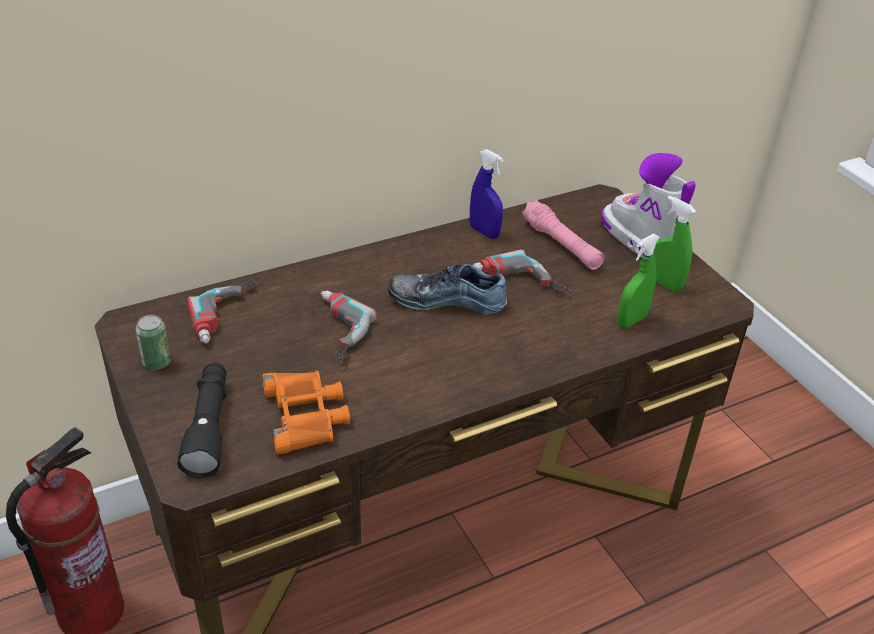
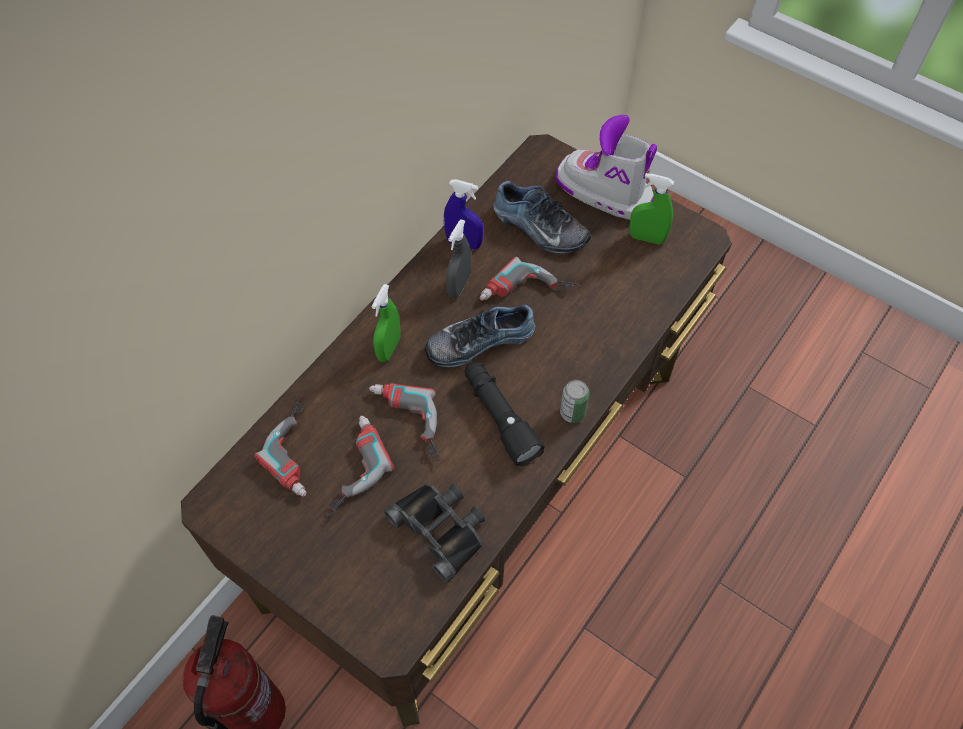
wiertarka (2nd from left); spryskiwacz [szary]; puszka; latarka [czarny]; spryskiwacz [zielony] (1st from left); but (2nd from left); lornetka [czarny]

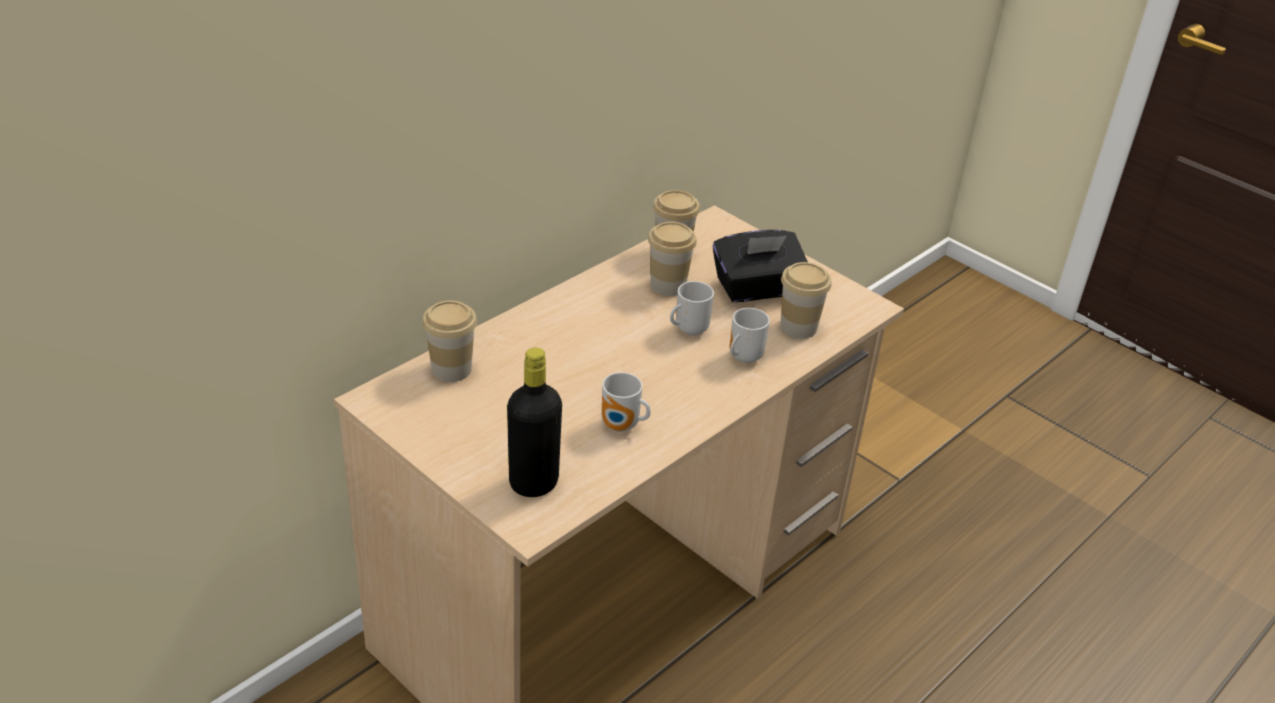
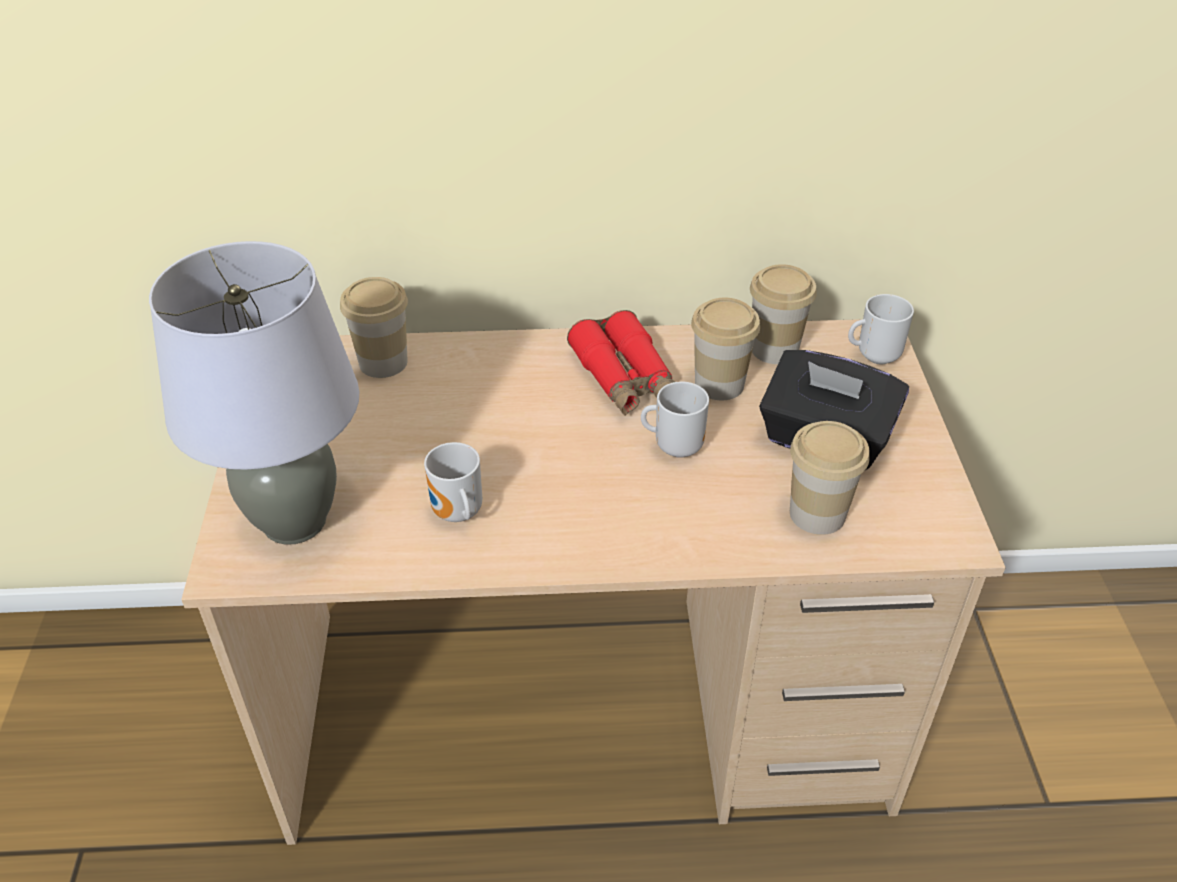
lornetka [czerwony]; kubek (3rd from left); lampa stołowa [szary]

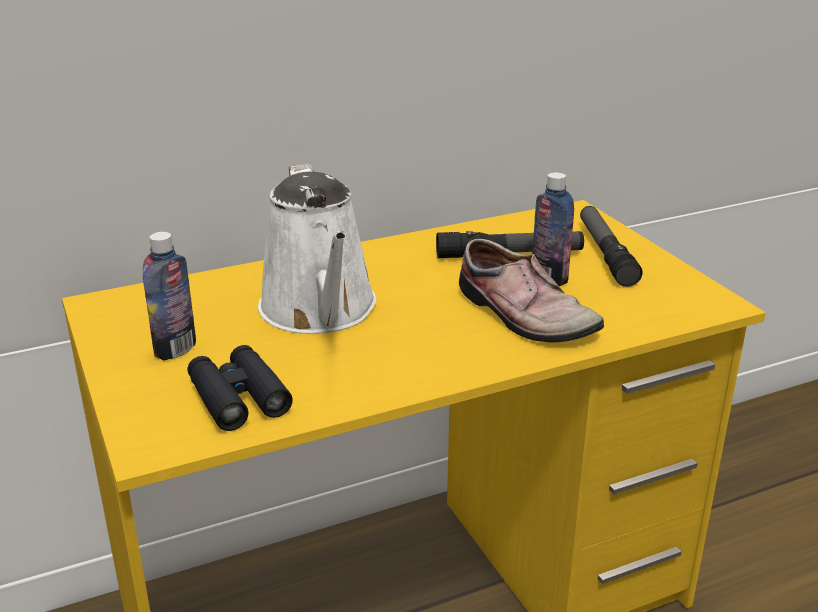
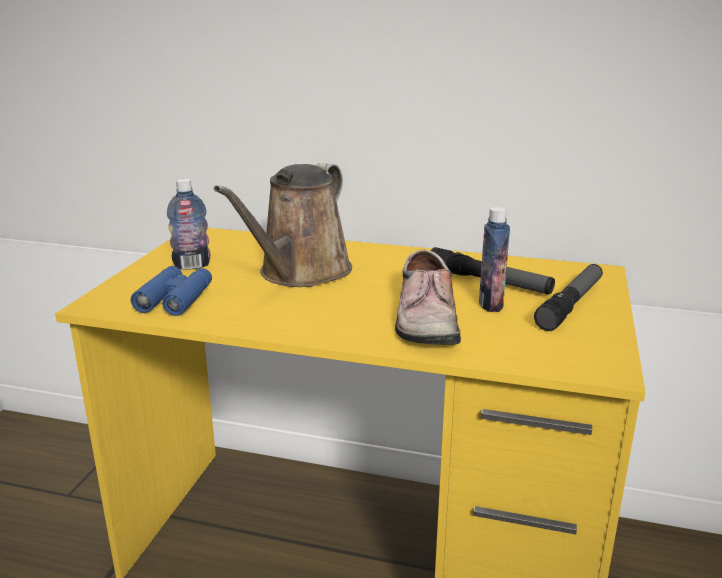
lornetka [niebieski]; konewka [brązowy]

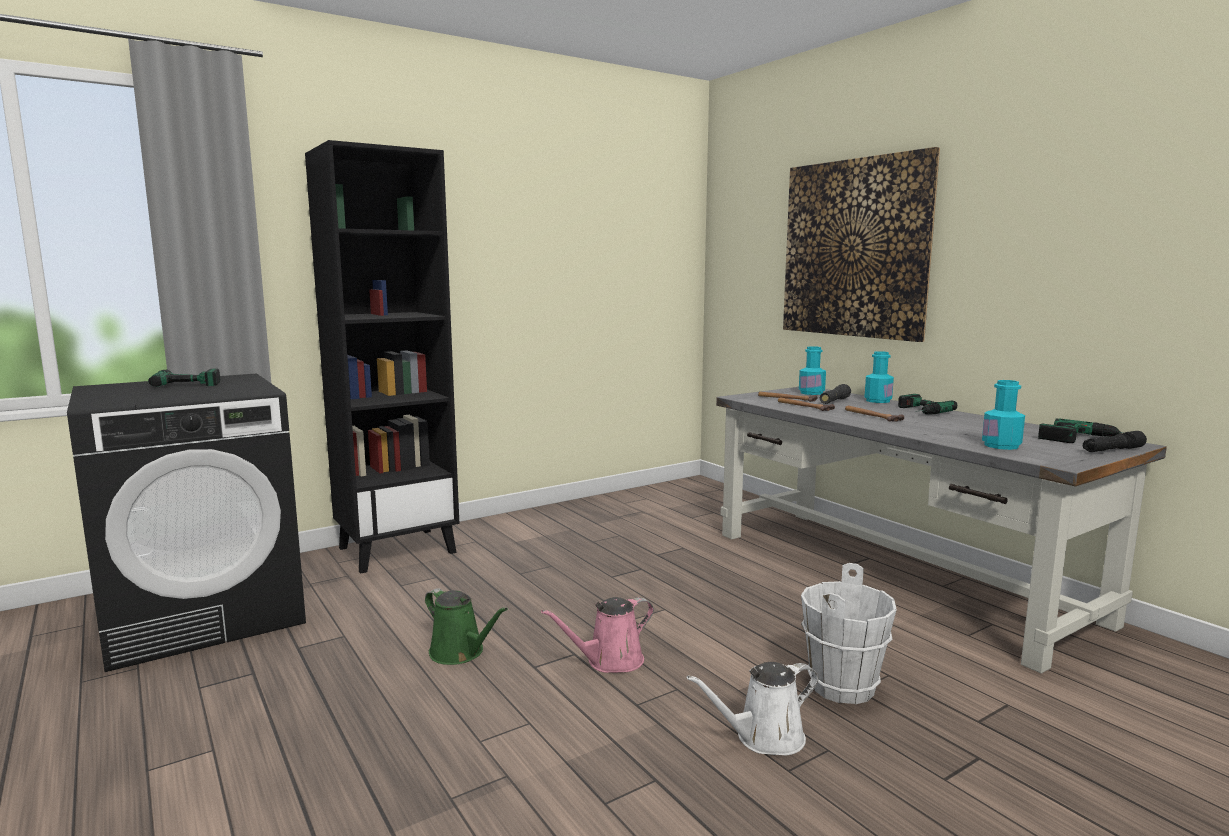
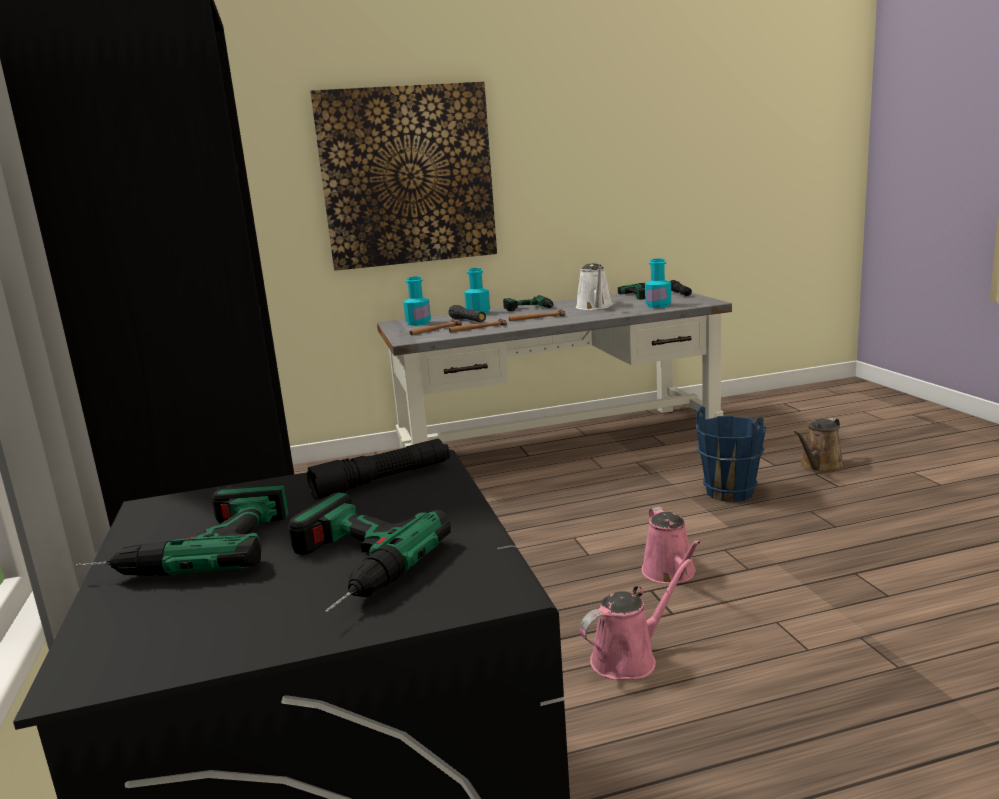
wiertarka (2nd from left); latarka [czarny] (1st from left); konewka [brązowy]; konewka [biały]; konewka [różowy] (1st from left); wiadro [niebieski]

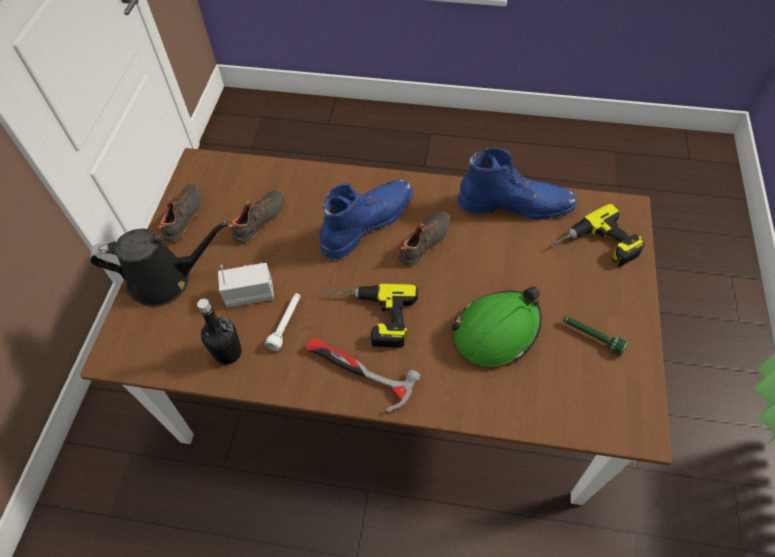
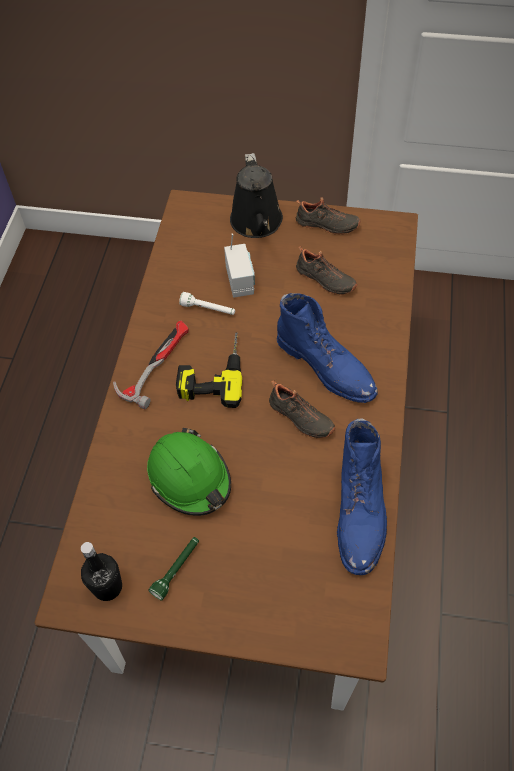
wiertarka (2nd from left in the first image); butelka [czarny]

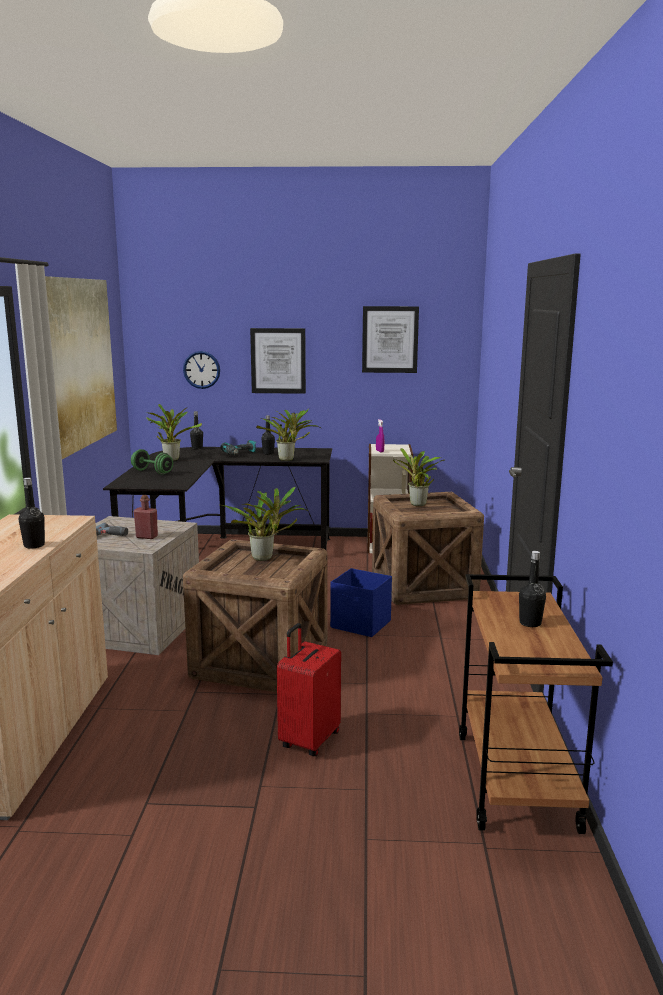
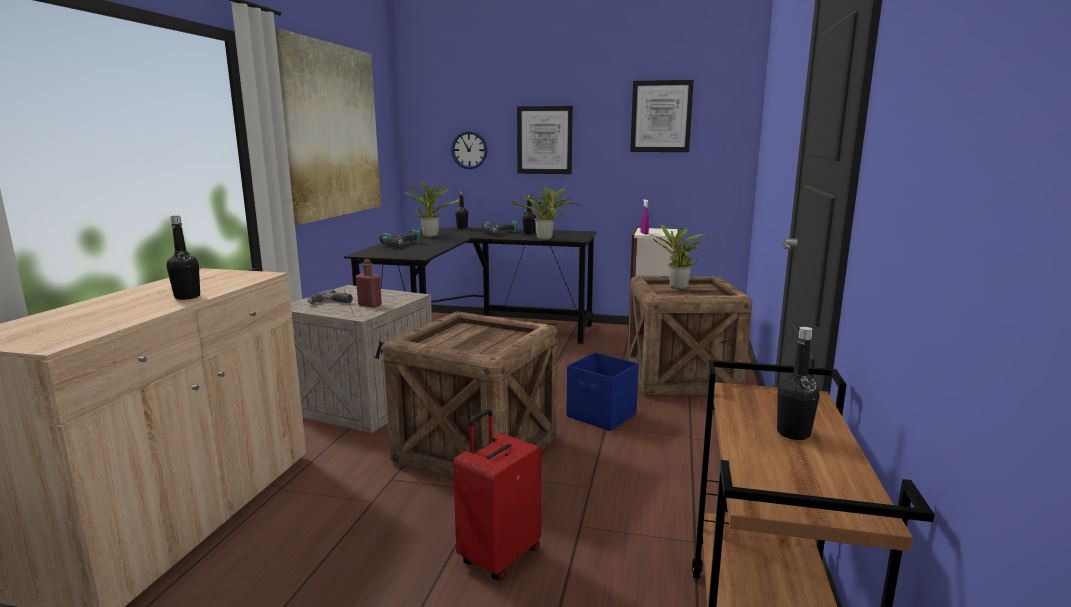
roślina doniczkowa (2nd from left in the first image); wiertarka (2nd from left)

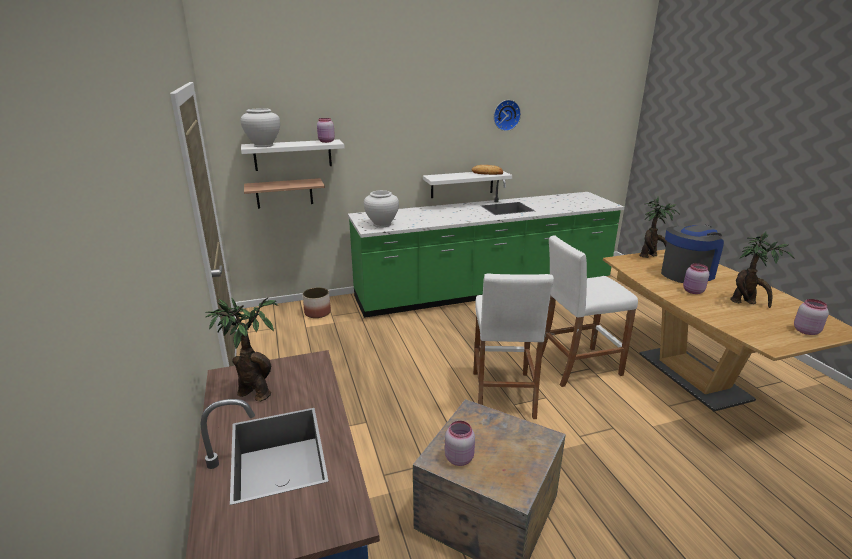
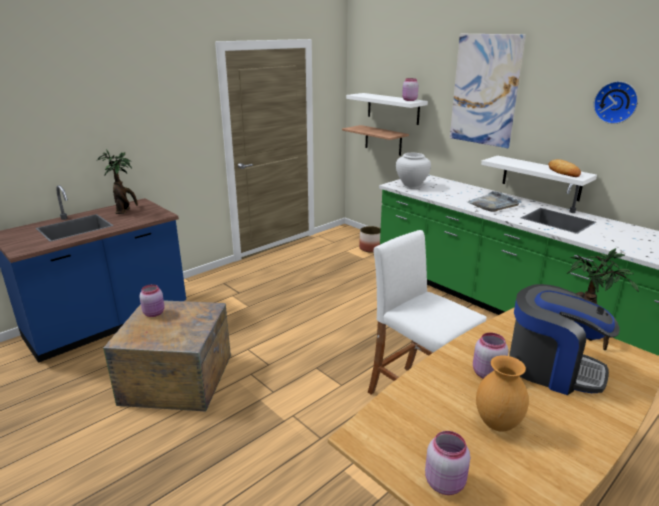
wazon [biały] (1st from left in the first image); stołek [biały] (1st from left in the first image); obraz; taca [szary]; wazon [brązowy]

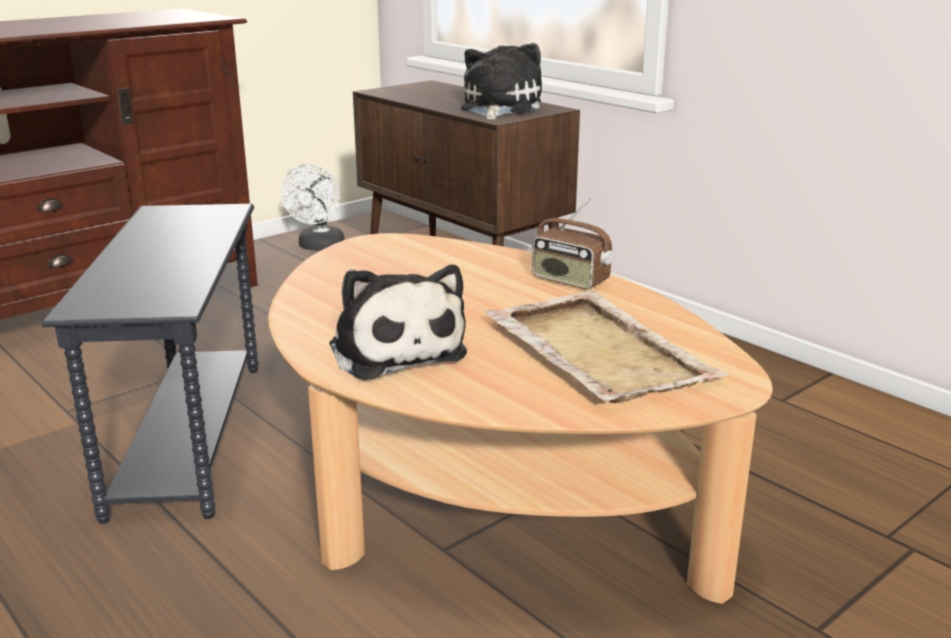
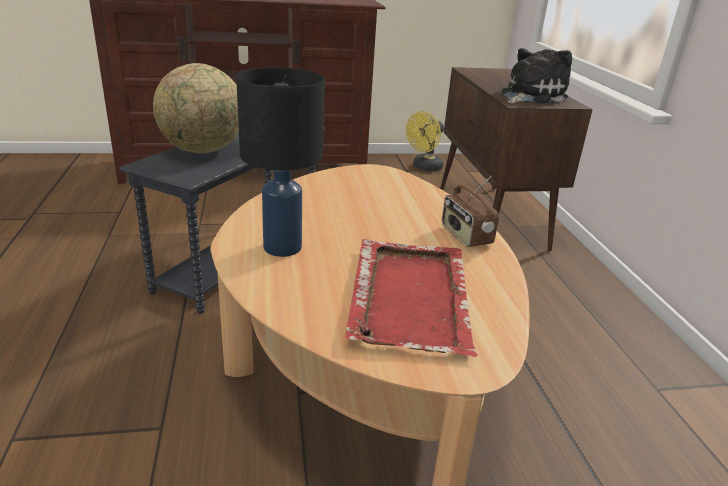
globus; lampa stołowa [czarny]; wentylator [żółty]; taca [czerwony]

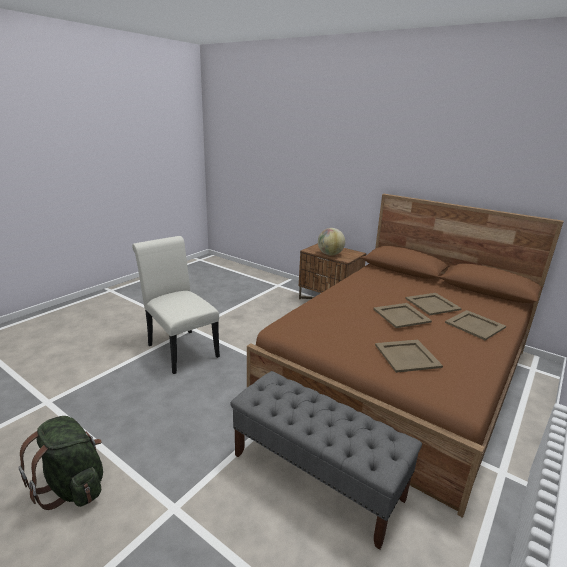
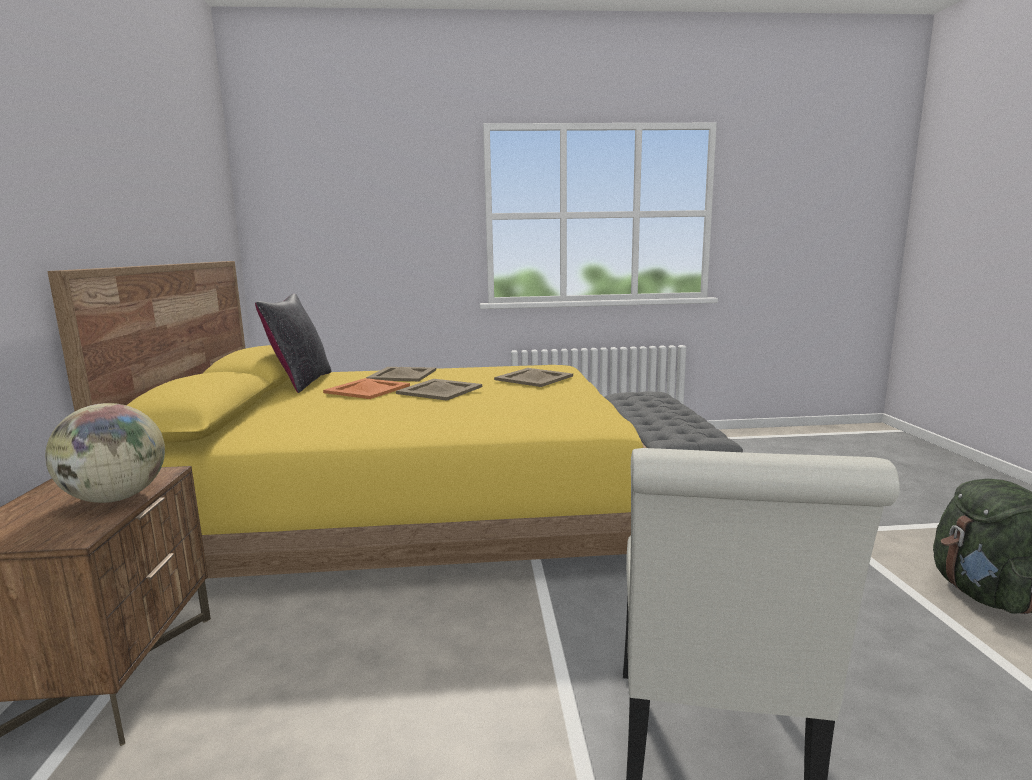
poduszka [czarny]; łóżko [żółty]; taca [pomarańczowy]

